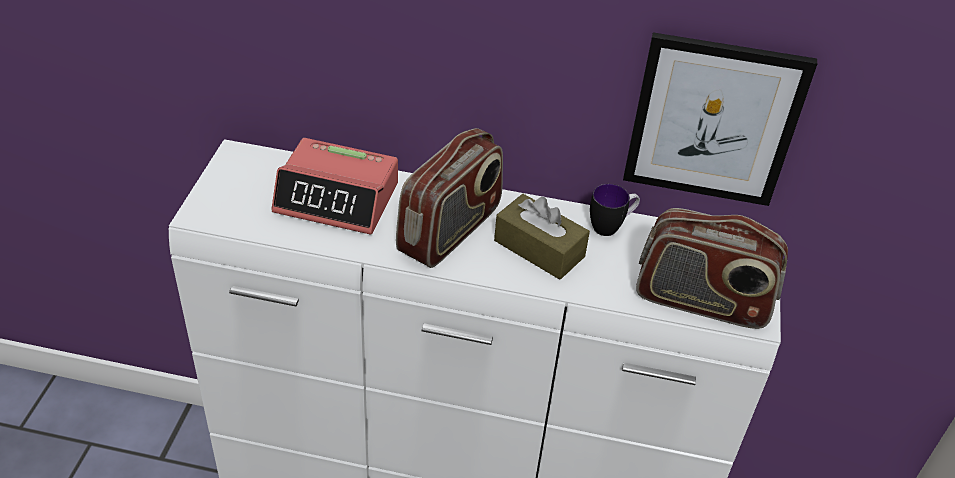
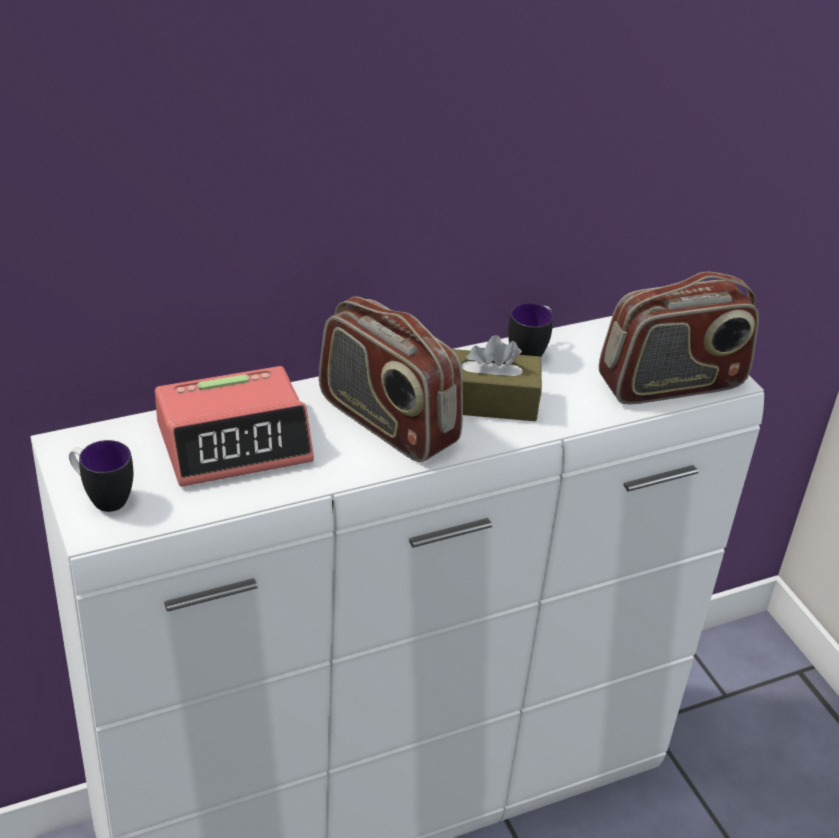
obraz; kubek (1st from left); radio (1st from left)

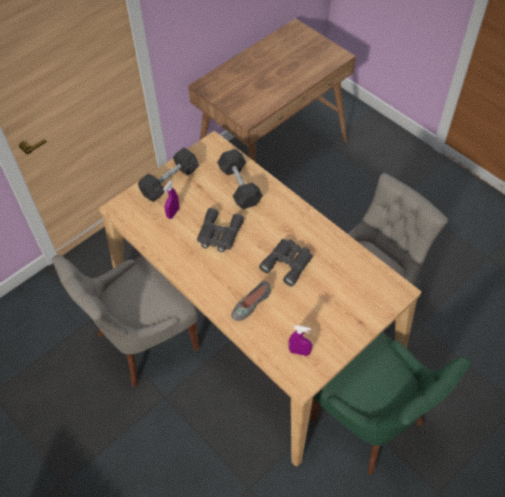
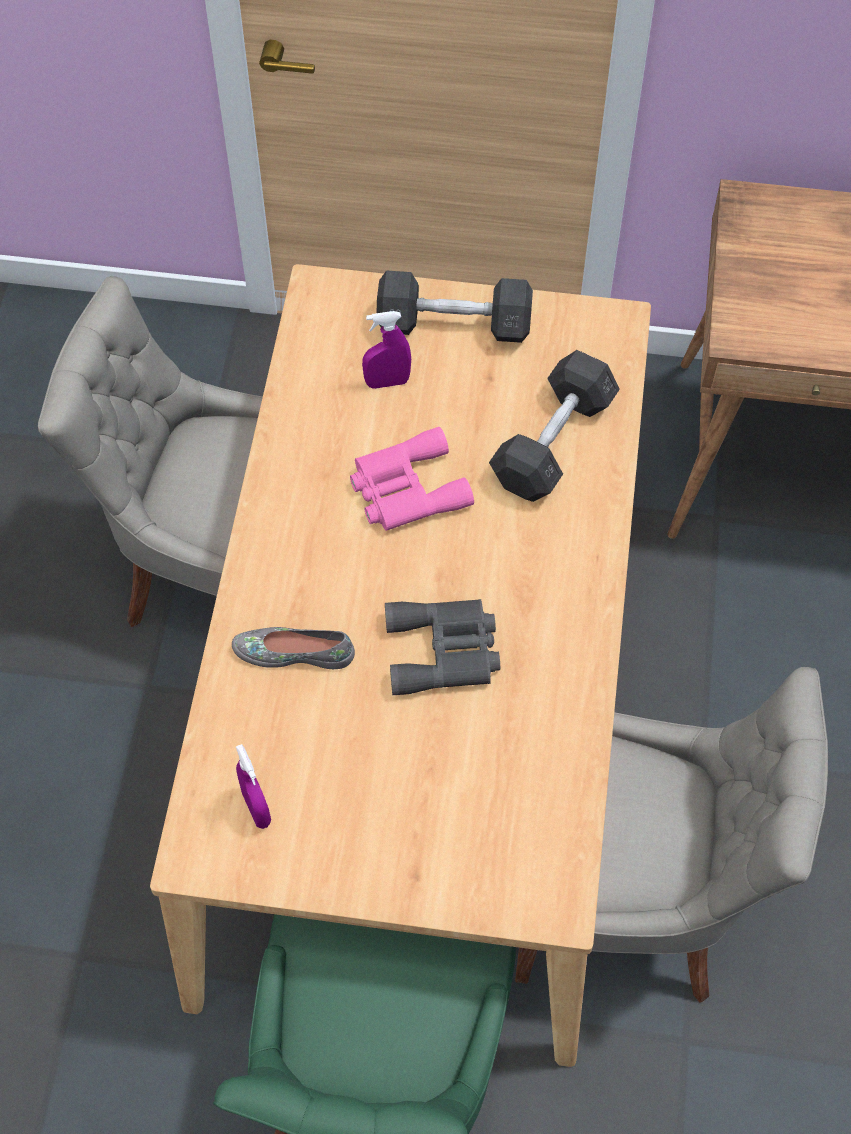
lornetka [różowy]

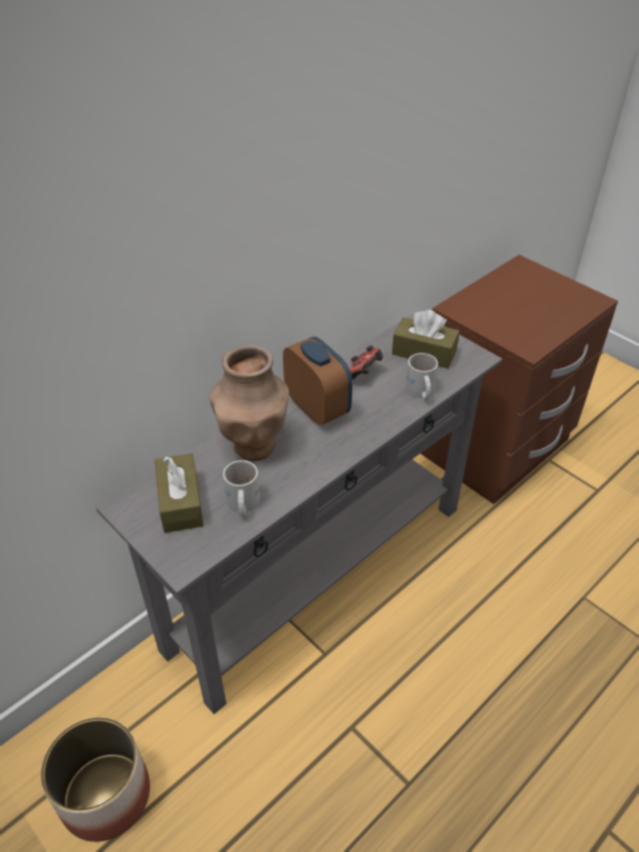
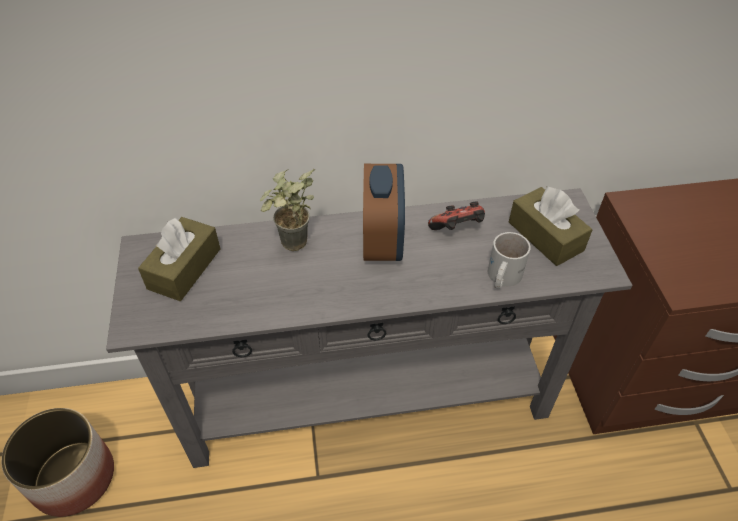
kubek [biały] (1st from left in the first image); roślina doniczkowa

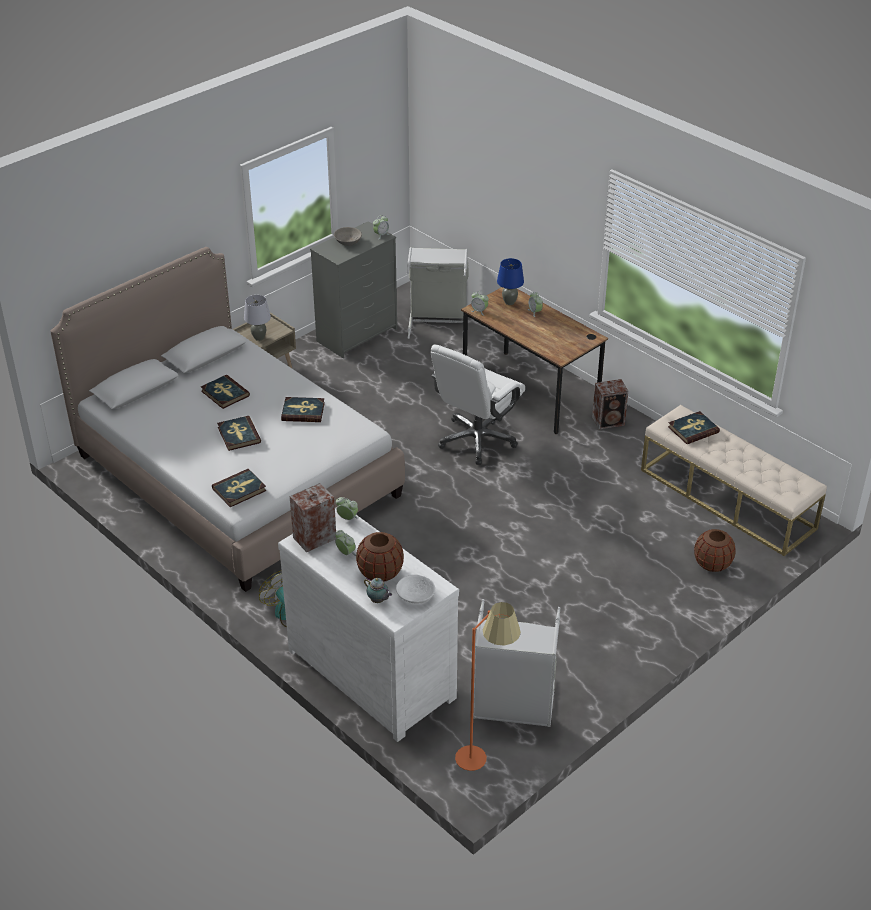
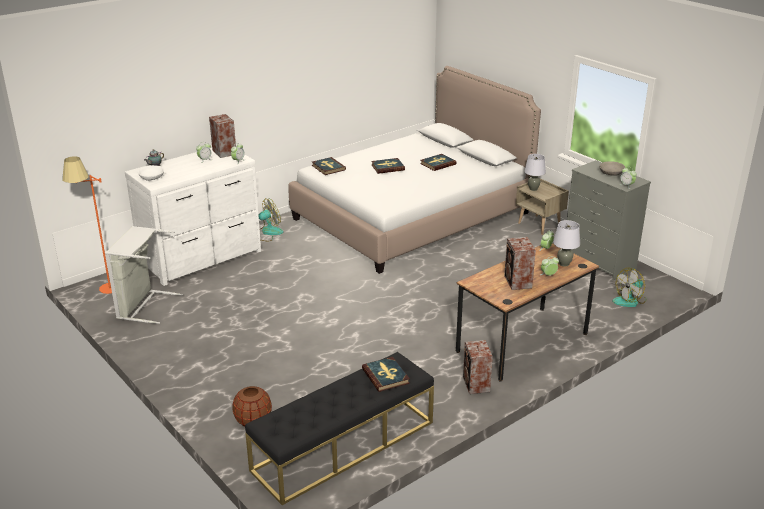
książka (4th from left in the first image); wazon [brązowy] (1st from left in the first image); krzesło biurowe [biały]; głośnik (3rd from left); wentylator (2nd from left); lampa stołowa [szary] (2nd from left); ławka [czarny]

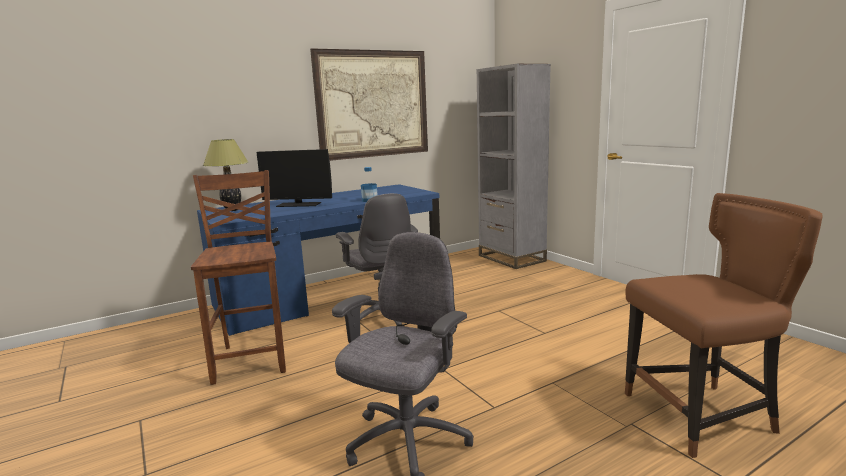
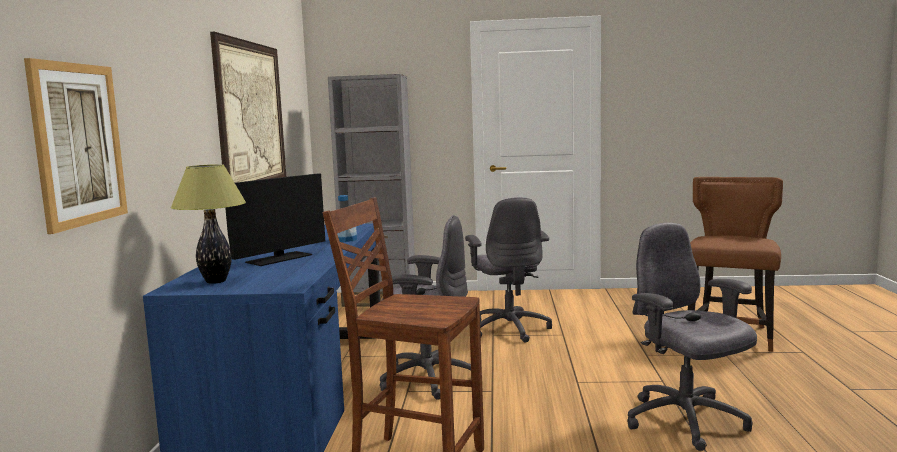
obraz (1st from left); krzesło biurowe [szary] (2nd from left)

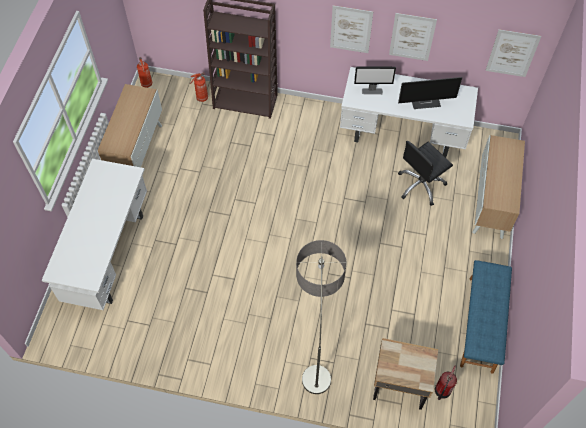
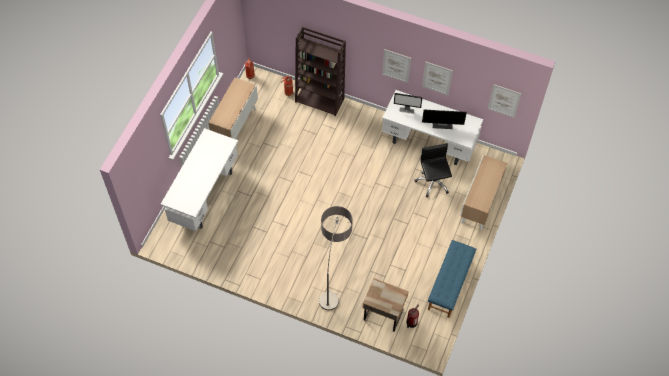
krzesło biurowe [czarny]

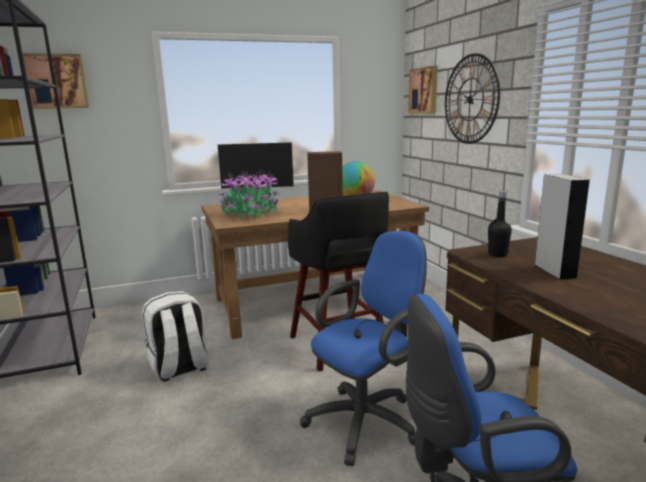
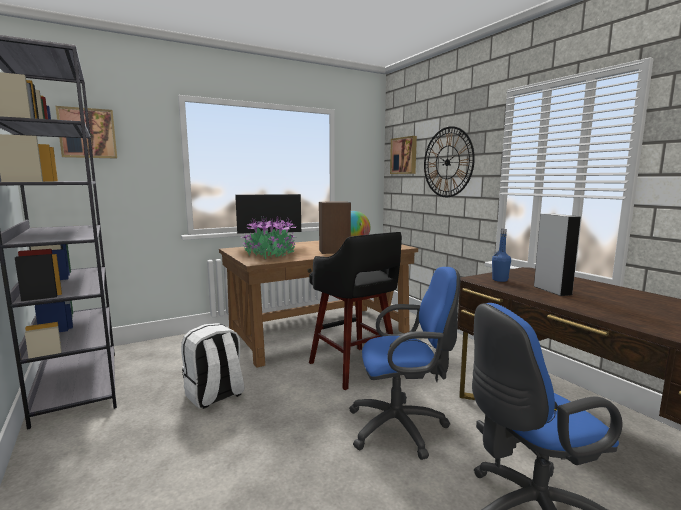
butelka [niebieski]; krzesło biurowe [niebieski] (1st from left)

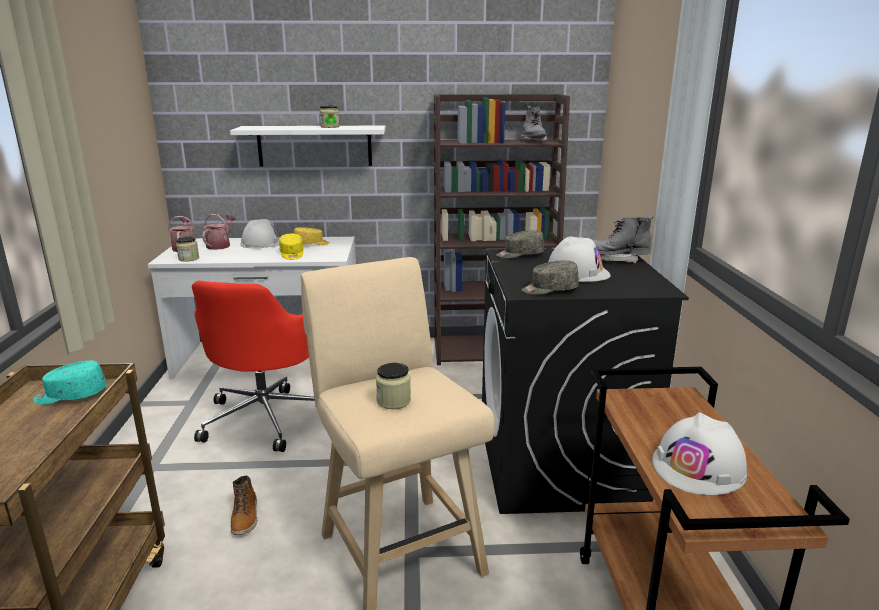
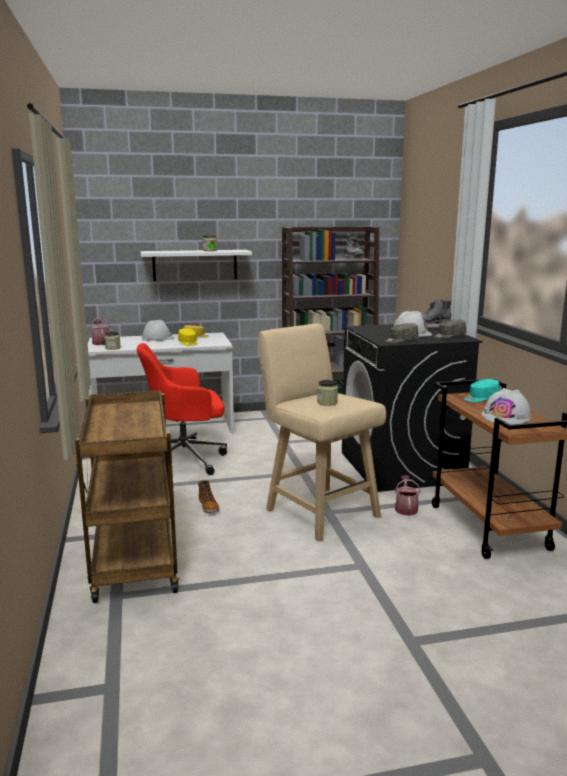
czapka z daszkiem [turkusowy]; konewka (2nd from left); czapka z daszkiem [szary] (2nd from left); krzesło biurowe [czerwony]

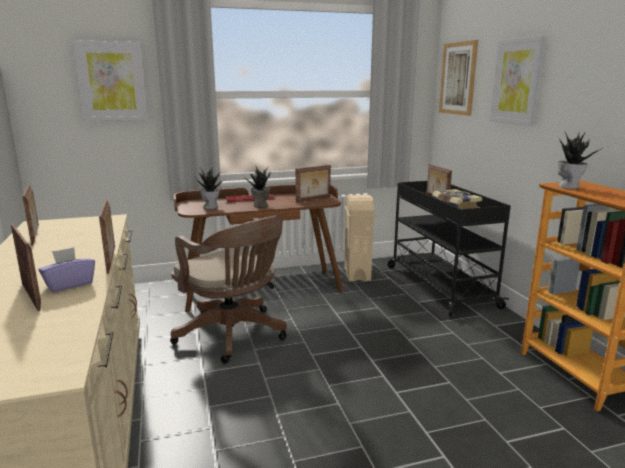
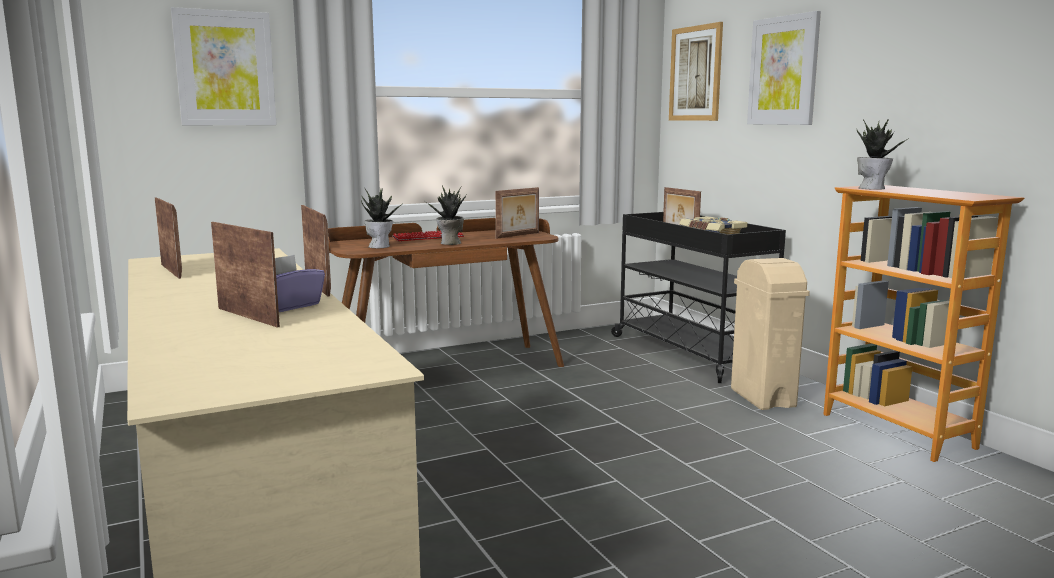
krzesło biurowe [brązowy]; kosz na śmieci [beżowy]

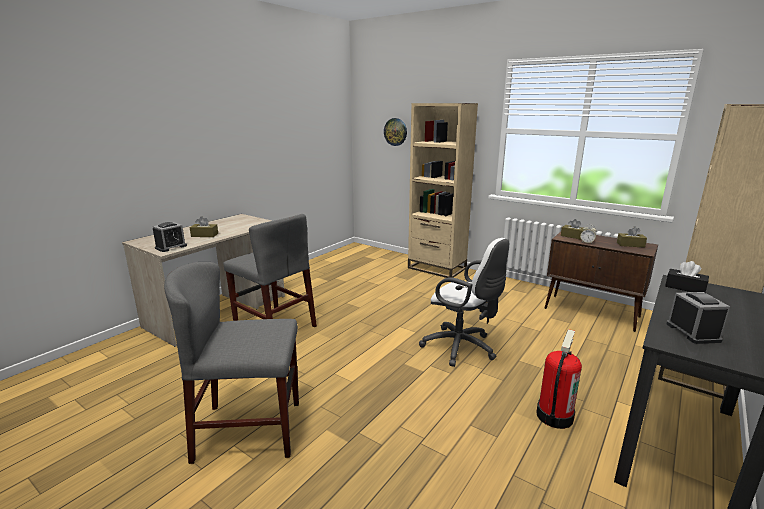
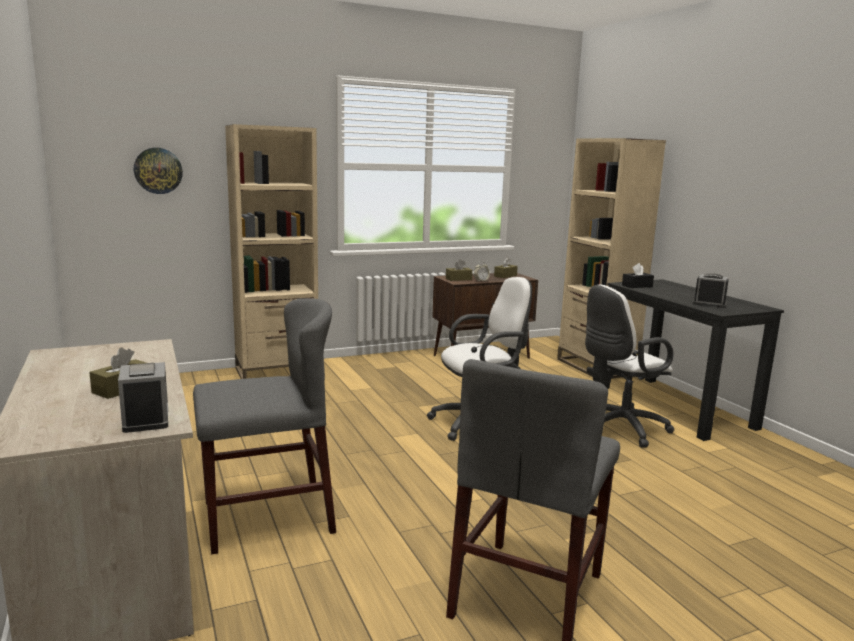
krzesło biurowe [biały] (2nd from left)

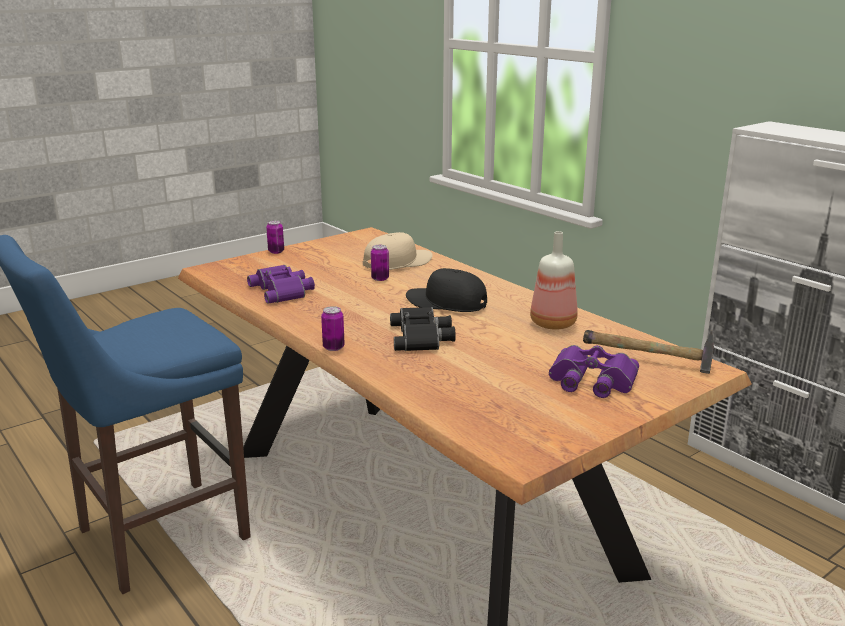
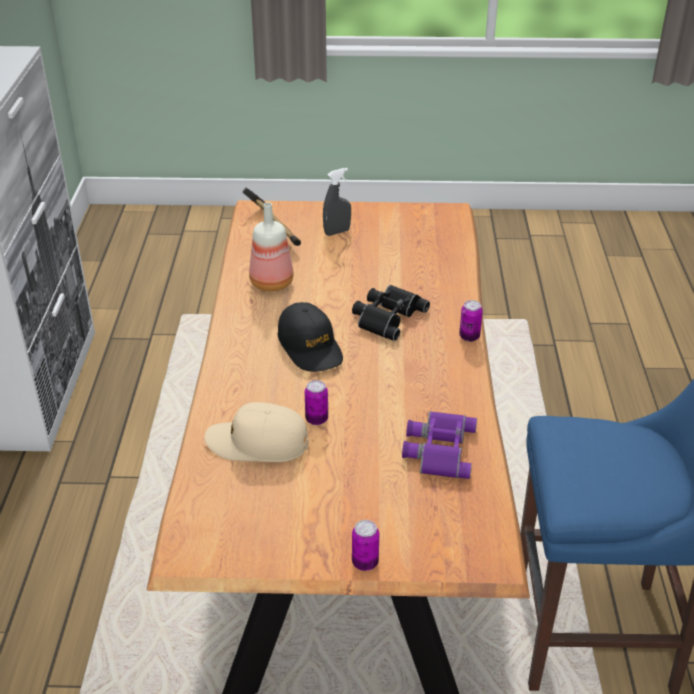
spryskiwacz [szary]

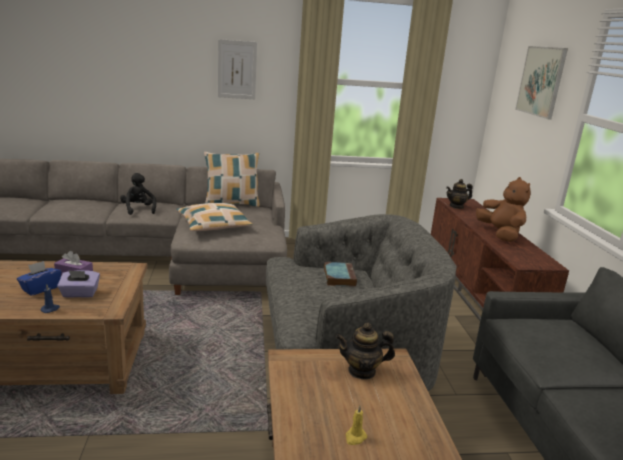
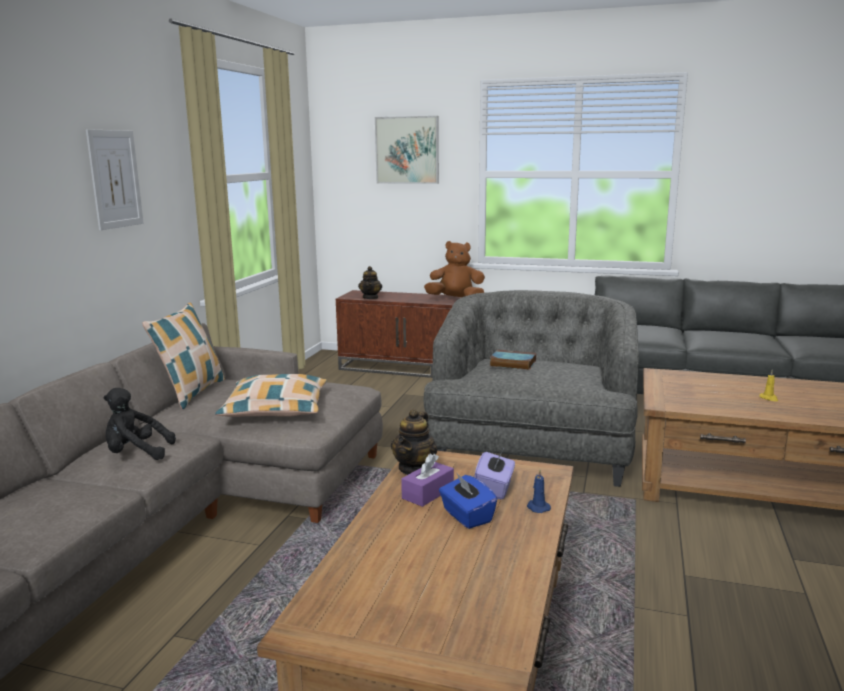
imbryk (2nd from left)

